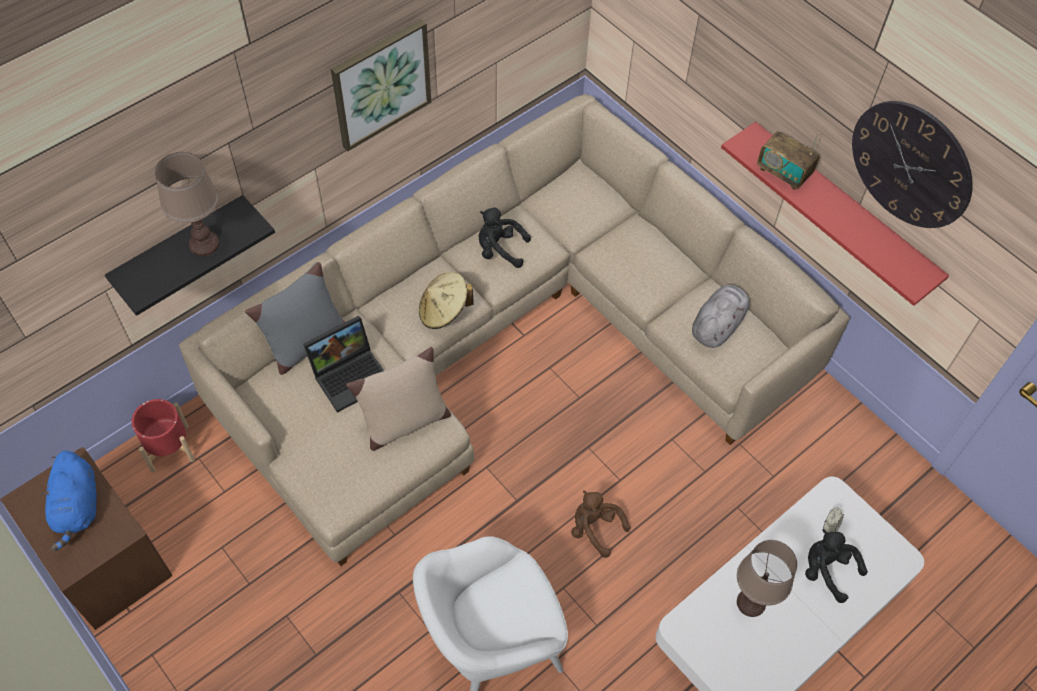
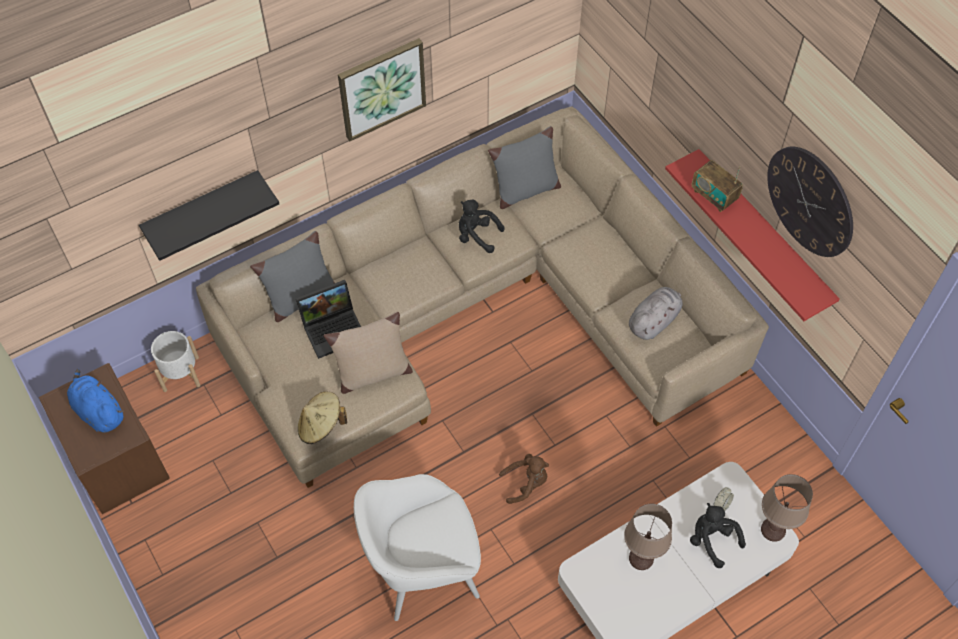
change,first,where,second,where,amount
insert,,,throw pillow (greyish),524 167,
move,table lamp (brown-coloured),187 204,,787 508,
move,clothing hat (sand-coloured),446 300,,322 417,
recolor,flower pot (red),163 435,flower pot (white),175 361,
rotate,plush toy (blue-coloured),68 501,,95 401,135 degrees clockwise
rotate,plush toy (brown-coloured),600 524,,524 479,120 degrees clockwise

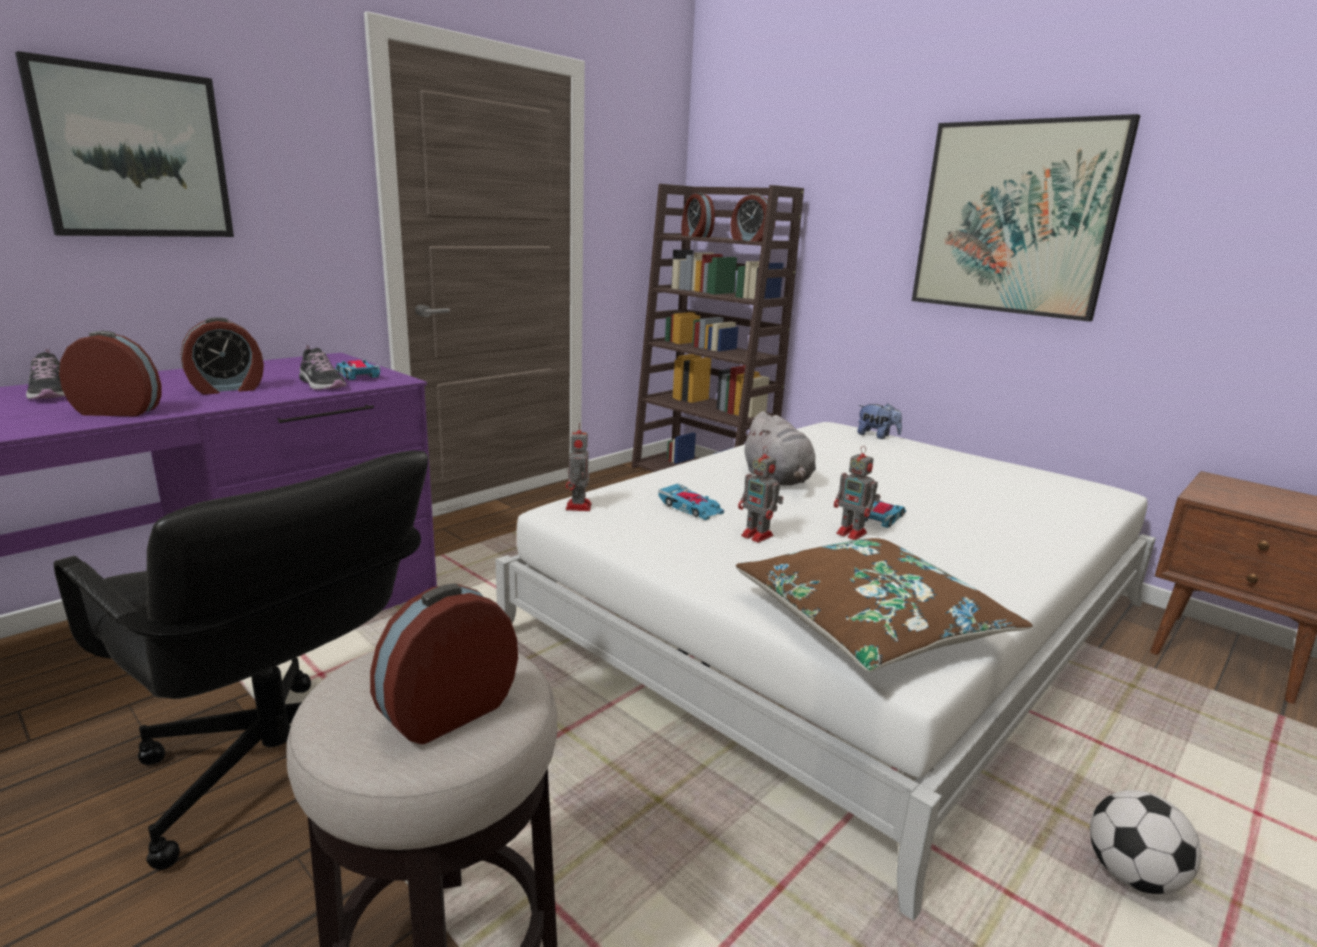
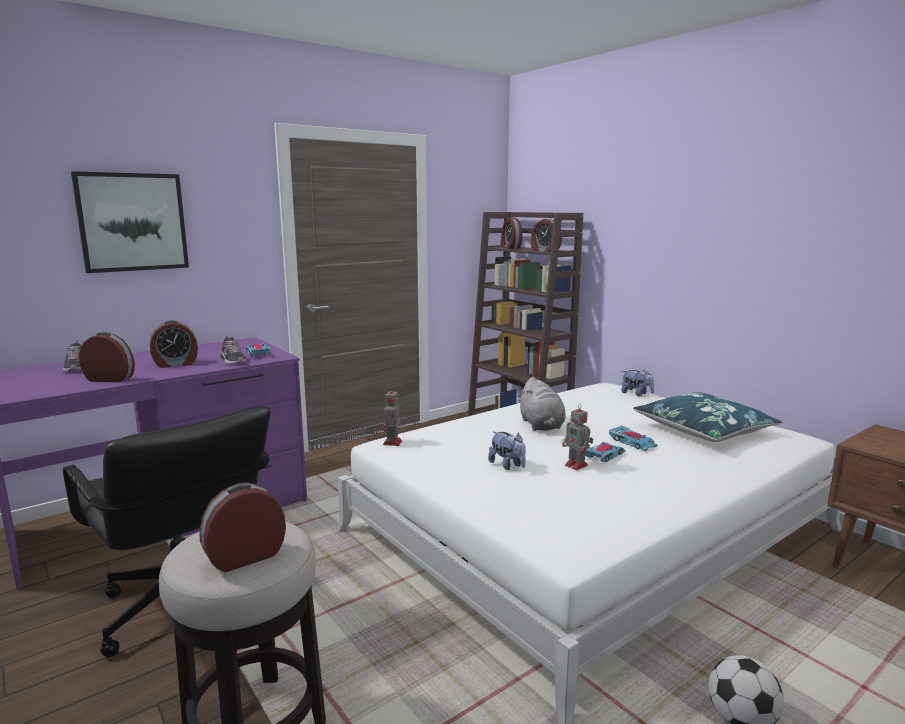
change,first,where,second,where,amount
delete,throw pillow (brown-coloured),884 605,,,
delete,wall art,1026 218,,,
insert,,,throw pillow (blue-coloured),707 417,
move,toy car,691 501,,633 438,
replace,toy robot,760 494,plush toy,507 450,

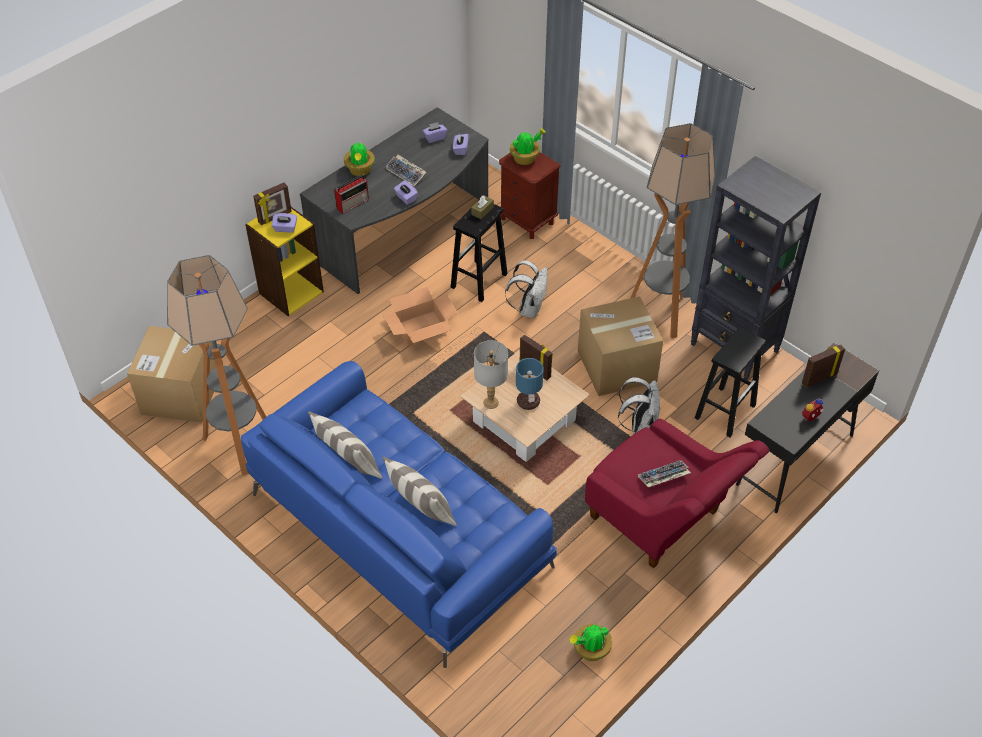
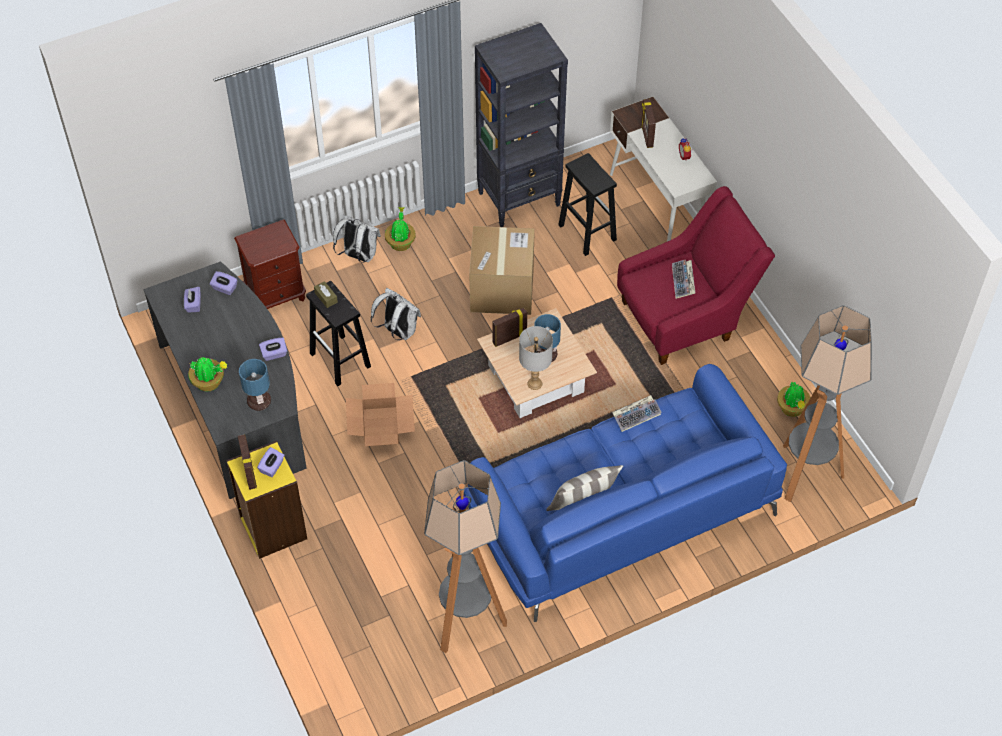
change,first,where,second,where,amount
delete,cardboard box,171 374,,,
delete,throw pillow,419 491,,,
move,keyboard,405 171,,637 413,
move,plant in a pot,528 146,,400 229,
move,knapsack (white),639 406,,357 239,
move,floor lamp,673 230,,827 403,
replace,radio receiver,351 194,table lamp,255 385,
recolor,desk (black-coloured),807 427,desk (white),663 169,

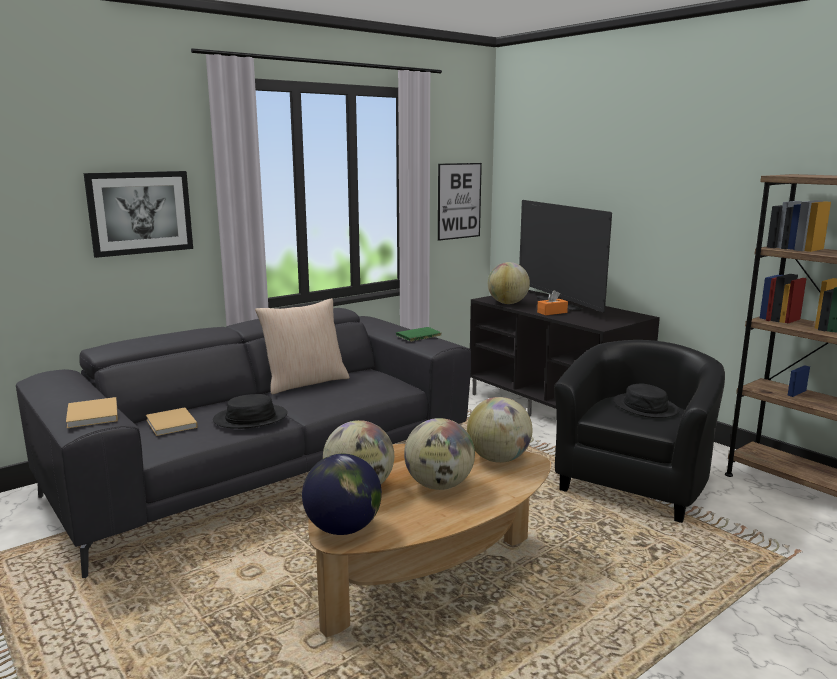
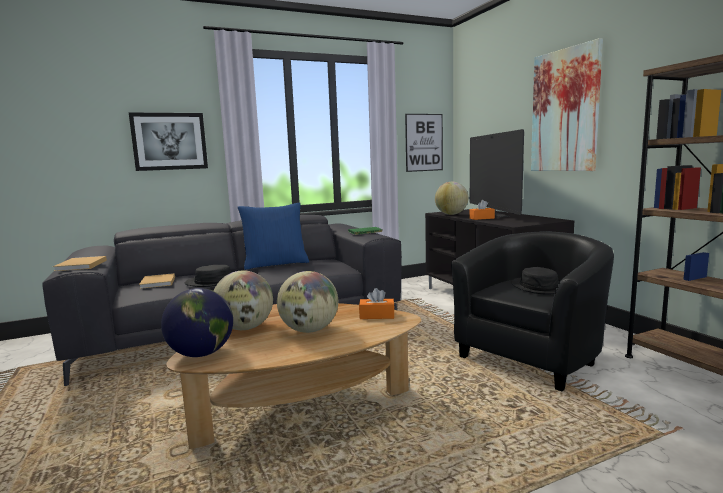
change,first,where,second,where,amount
insert,,,wall art,567 104,
replace,desk globe,499 430,tissue box (orange-coloured),377 303,
recolor,throw pillow (sand-coloured),302 346,throw pillow (blue-coloured),273 236,

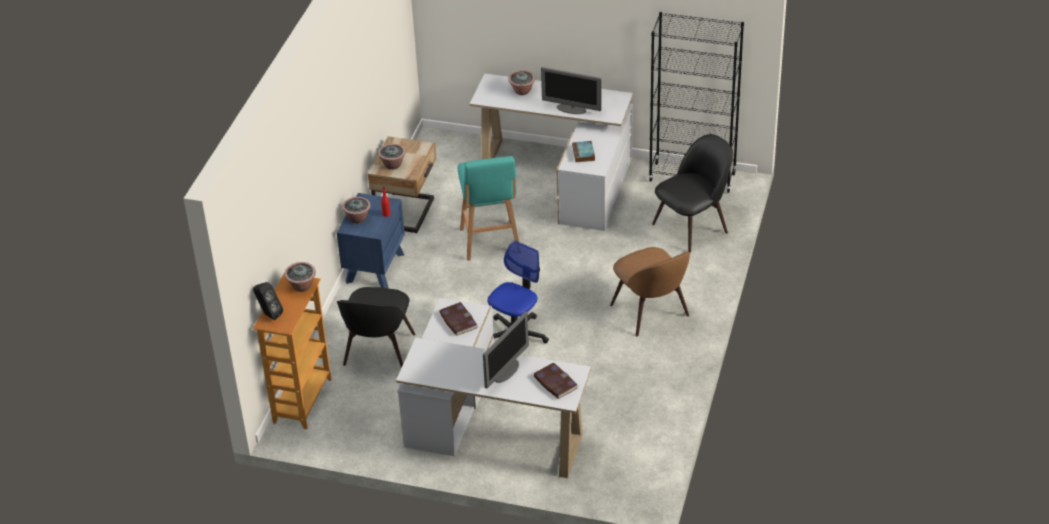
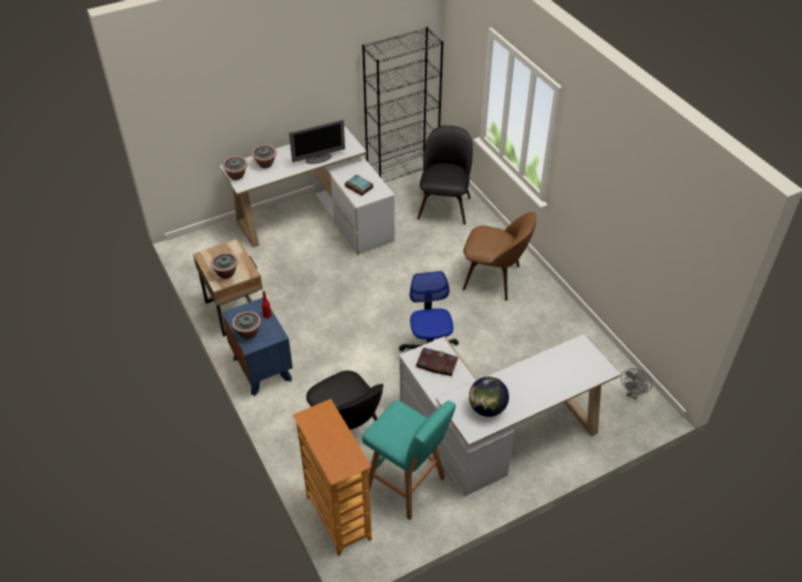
change,first,where,second,where,amount
delete,audio speaker (black-coloured),268 301,,,
delete,computer display,506 350,,,
delete,bound book,556 381,,,
insert,,,desk globe,489 397,
insert,,,fan (greyish),636 384,
move,plant in a pot,300 277,,235 168,
move,stool seat (blue-green),488 208,,409 460,

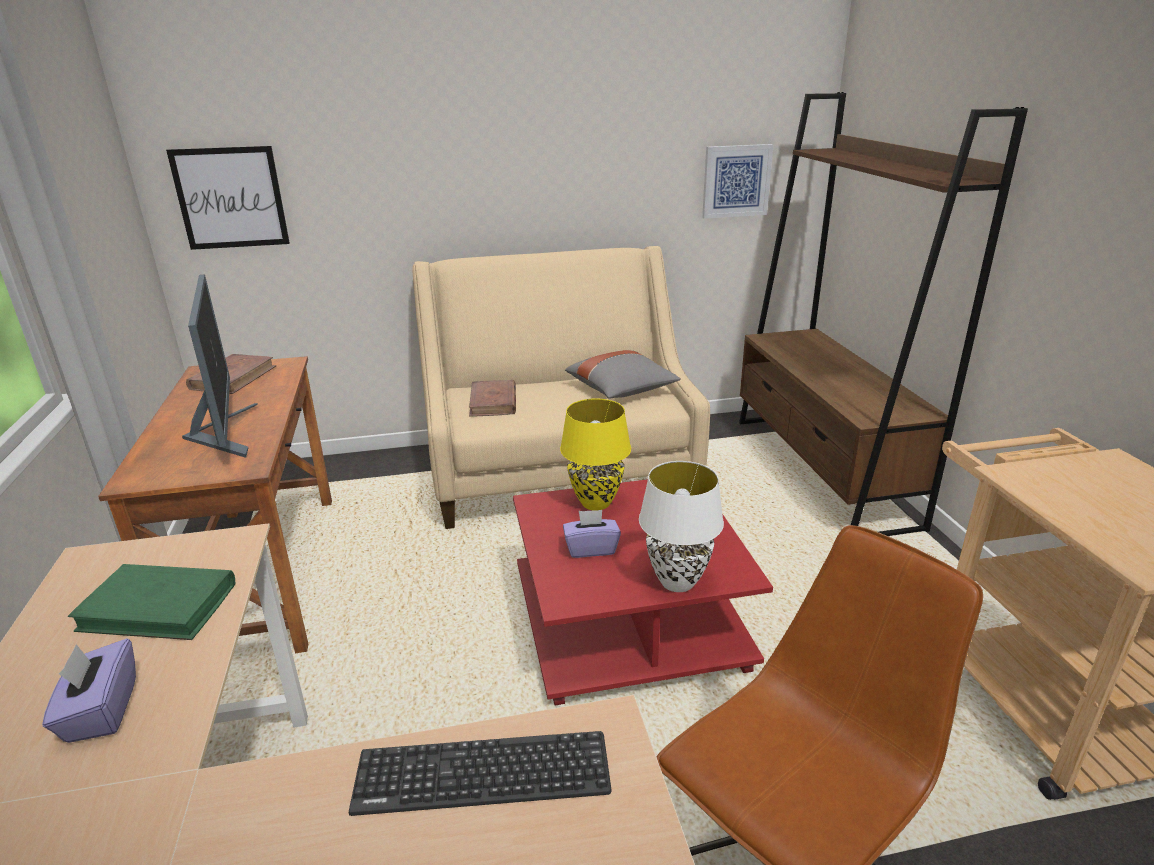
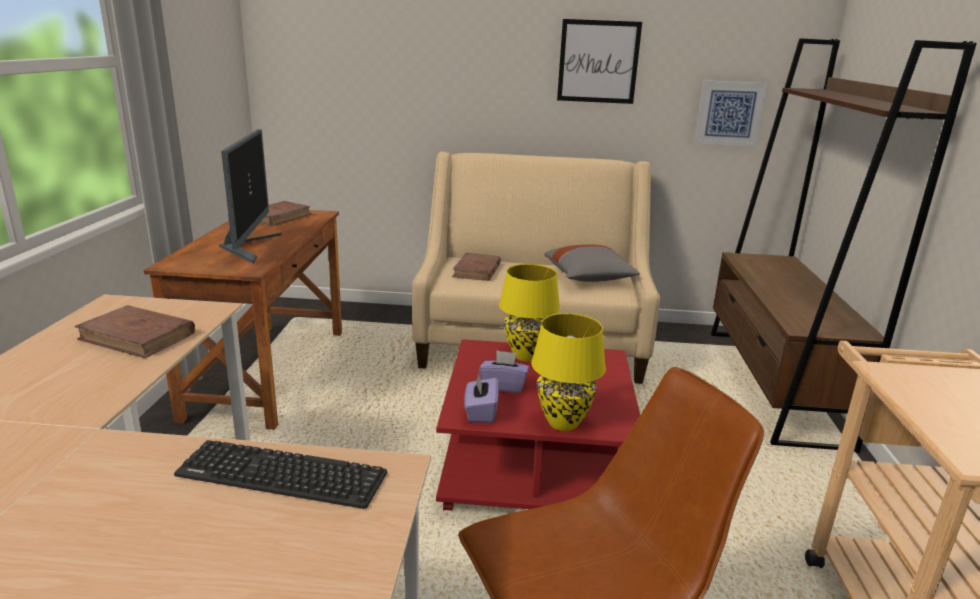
change,first,where,second,where,amount
move,tissue box (purple),89 690,,481 397,
move,wall art,228 198,,599 61,
recolor,bound book (green),151 602,bound book (brown-coloured),134 331,
recolor,table lamp (white),681 526,table lamp (yellowish),568 372,

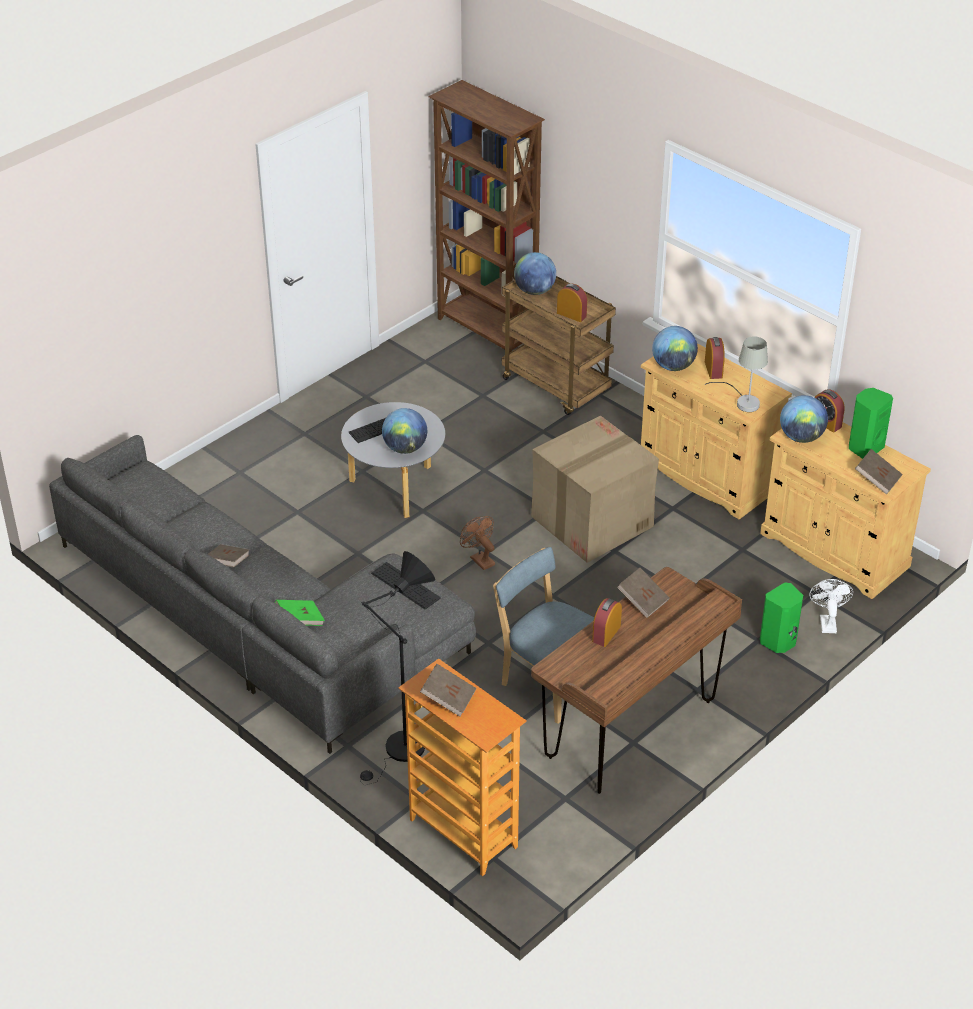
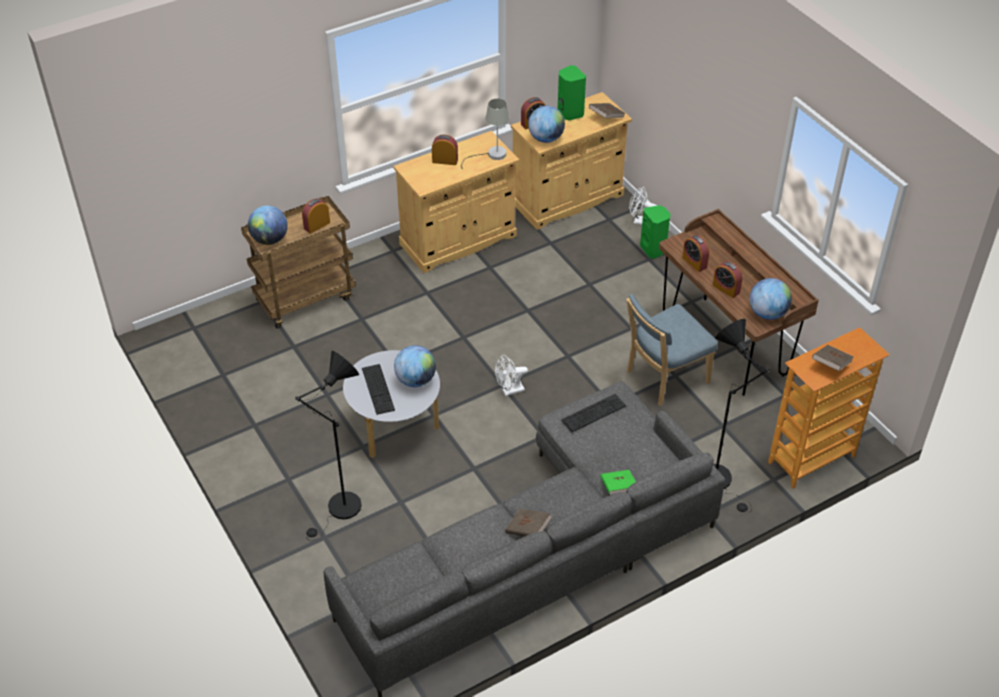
change,first,where,second,where,amount
delete,bookcase (brown-coloured),486 216,,,
delete,cardboard box,595 489,,,
insert,,,floor lamp (black-coloured),329 446,
move,desk globe,675 348,,770 299,
replace,bound book (brown-coloured),643 593,bedside clock,695 253,
recolor,fan (brown-coloured),477 543,fan (white),511 375,

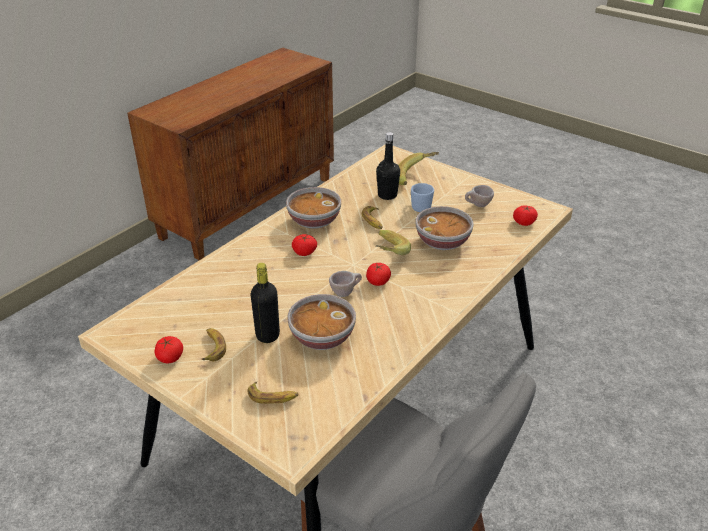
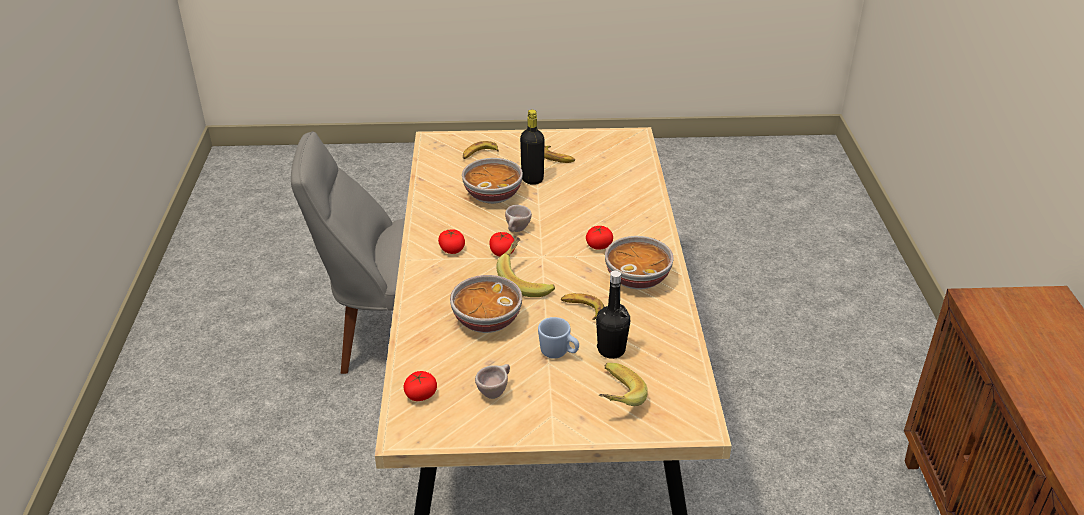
change,first,where,second,where,amount
move,whole tomato,169 349,,451 241,

